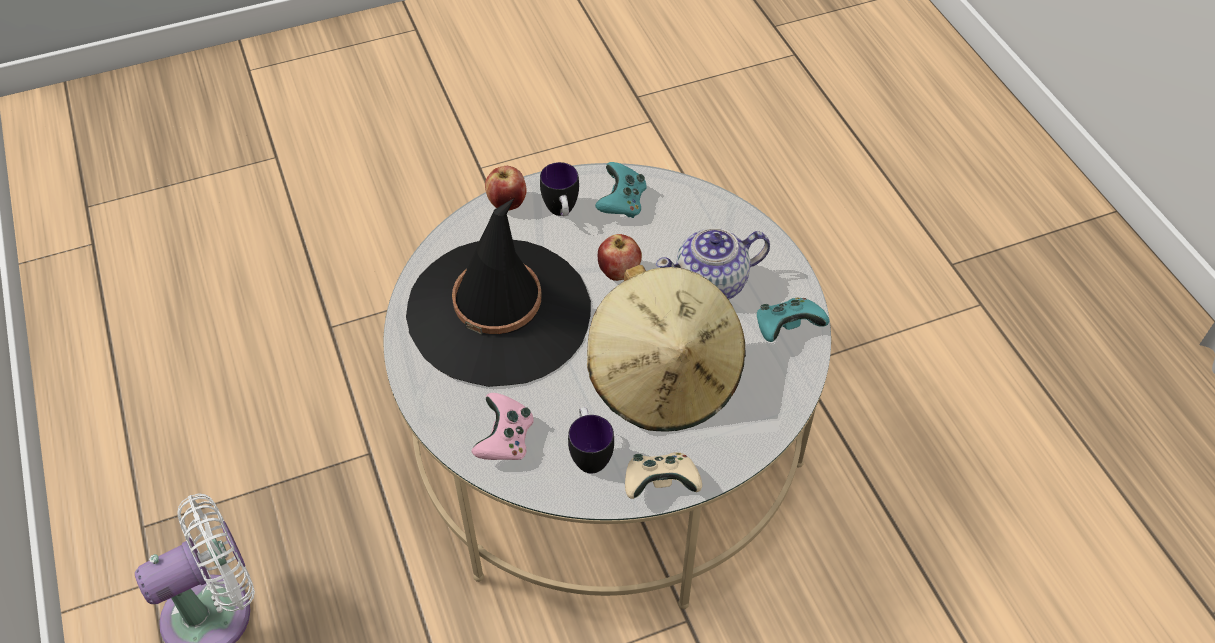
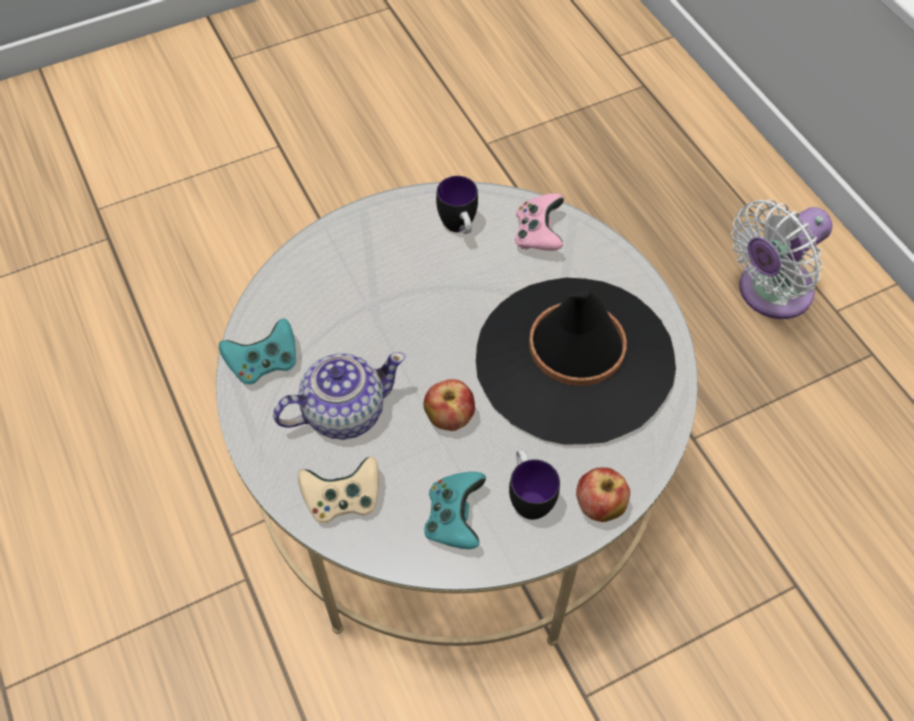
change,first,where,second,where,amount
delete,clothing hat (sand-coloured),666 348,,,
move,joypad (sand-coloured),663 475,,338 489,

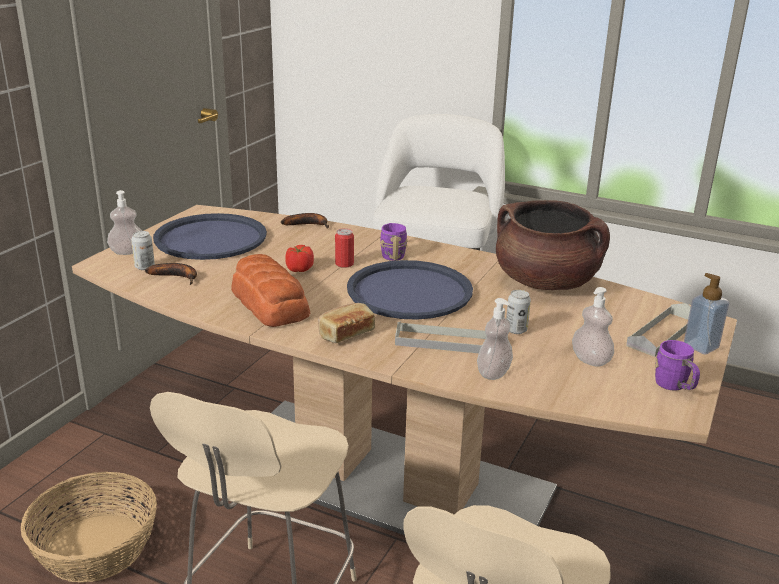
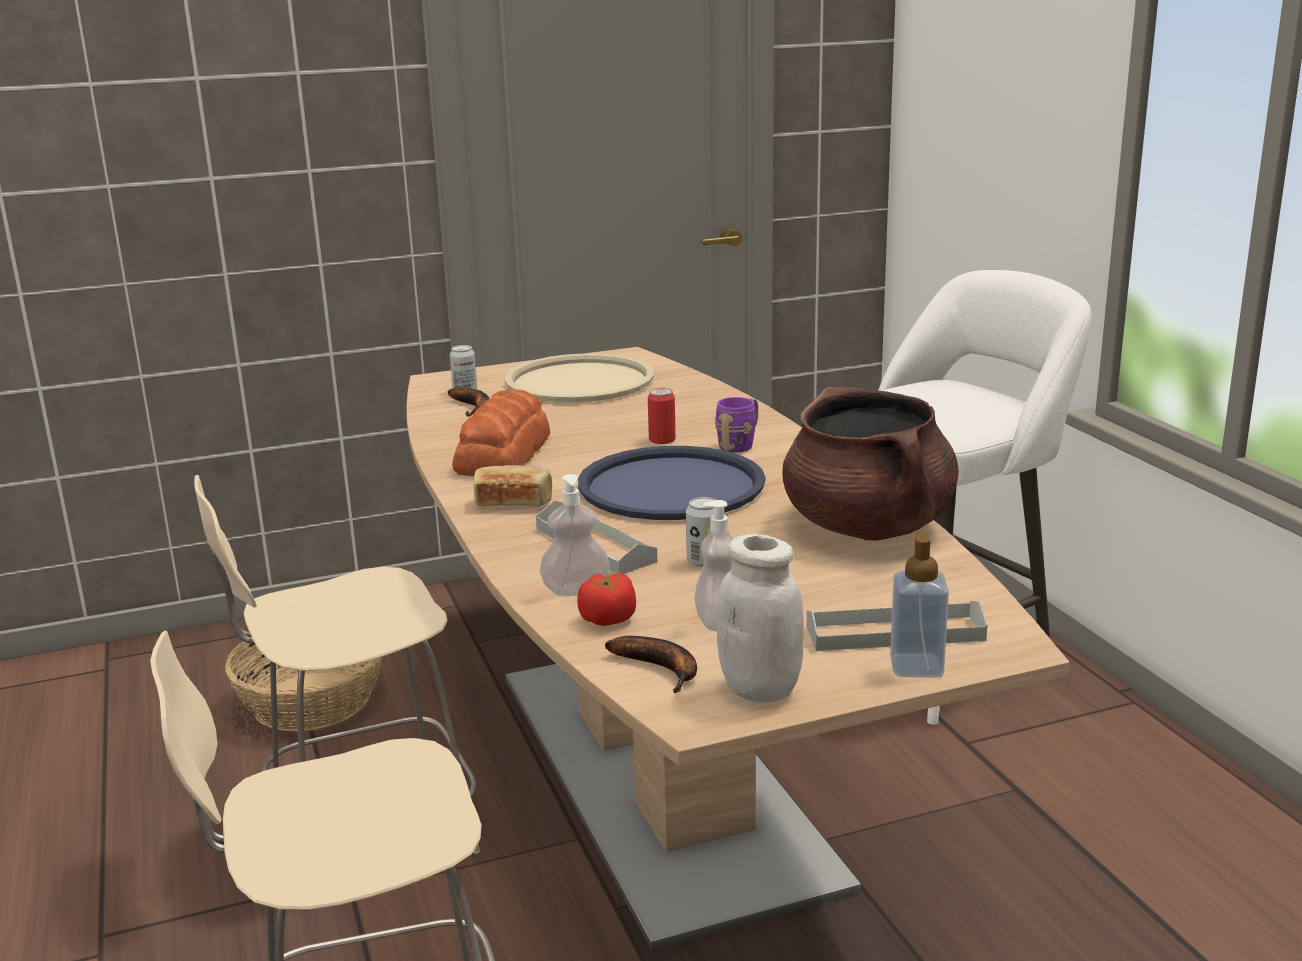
change,first,where,second,where,amount
delete,liquid soap bottle,124 222,,,
move,banana,305 220,,651 664,
move,whole tomato,299 258,,606 599,
replace,mug (purple),677 365,storage jar (white),760 618,
recolor,serving tray (blue-coloured),210 236,serving tray (sand-coloured),579 378,

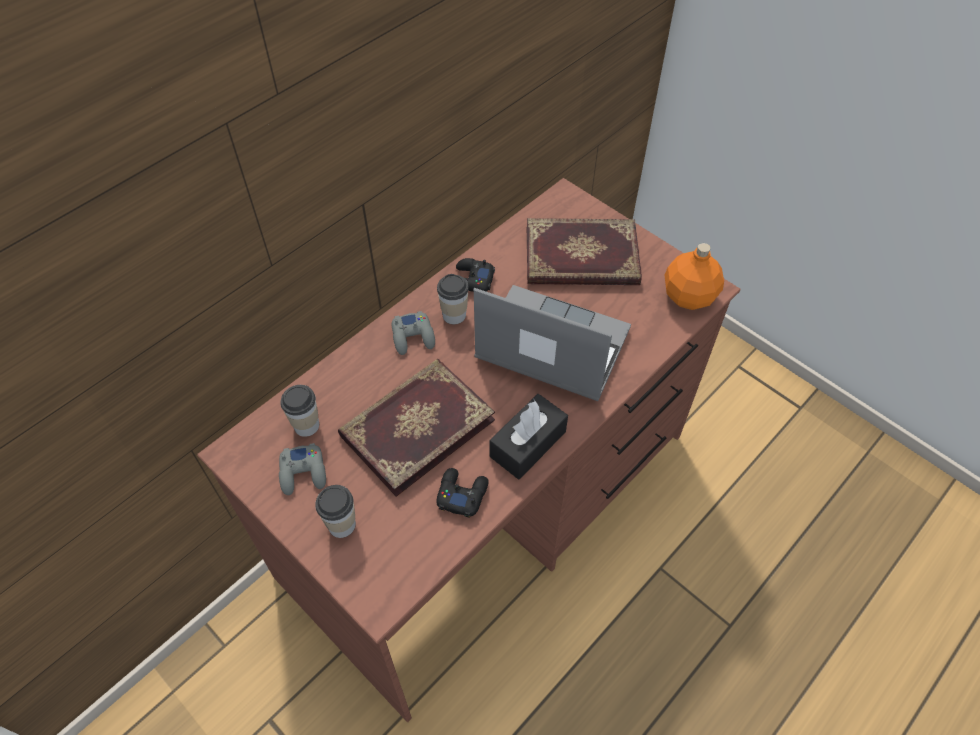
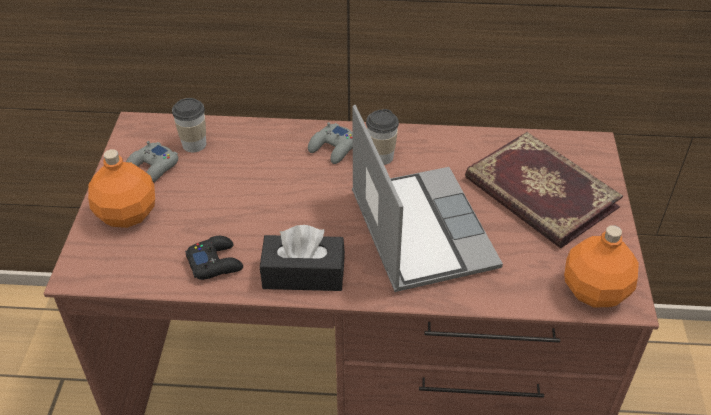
change,first,where,second,where,amount
delete,bound book,416 428,,,
delete,joypad (black-coloured),475 275,,,
replace,cup,335 511,bottle (orange-coloured),121 188,

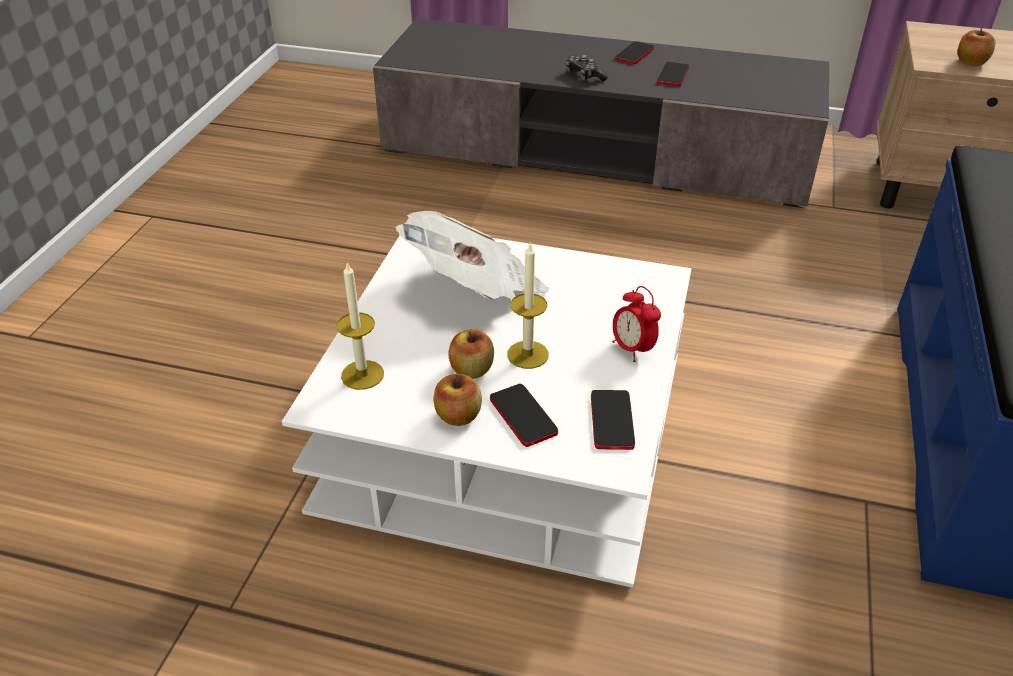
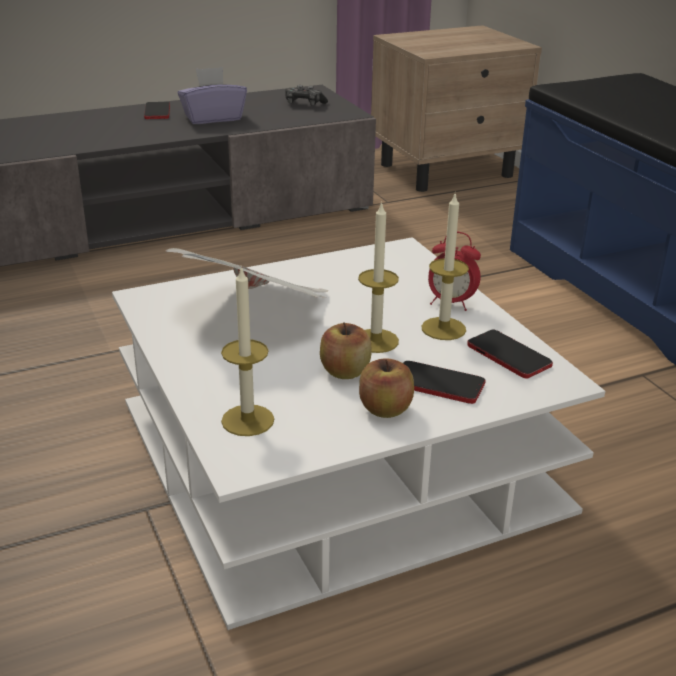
change,first,where,second,where,amount
delete,whole apple,976 47,,,
insert,,,wax light,445 267,
move,joypad,586 68,,306 95,
replace,phone,673 74,tissue box (purple),212 95,

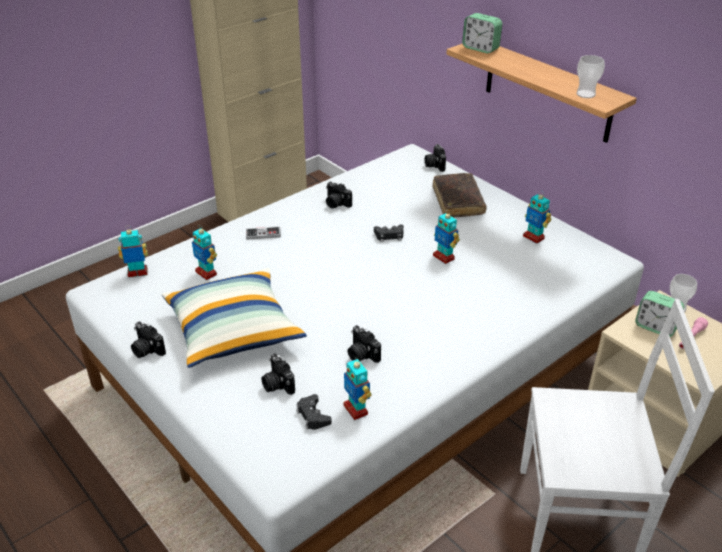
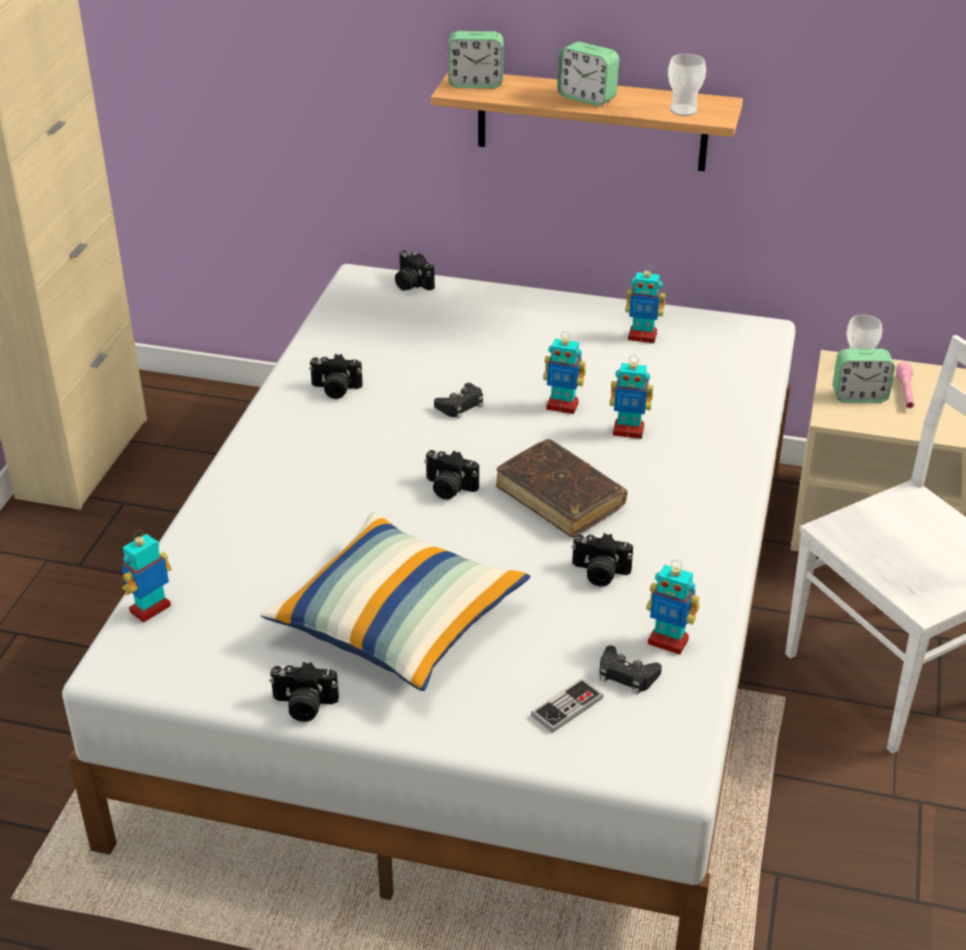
change,first,where,second,where,amount
insert,,,bedside clock,588 73,
move,toy robot,204 252,,631 397,
move,joypad,263 233,,567 705,
move,photo camera,278 374,,451 475,
move,bound book (brown-coloured),460 195,,561 488,

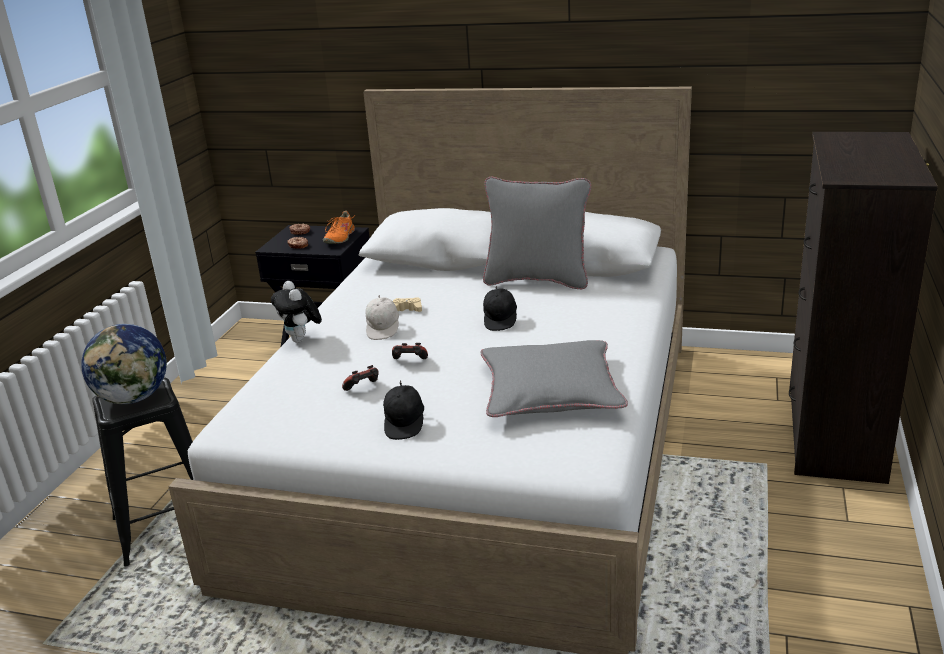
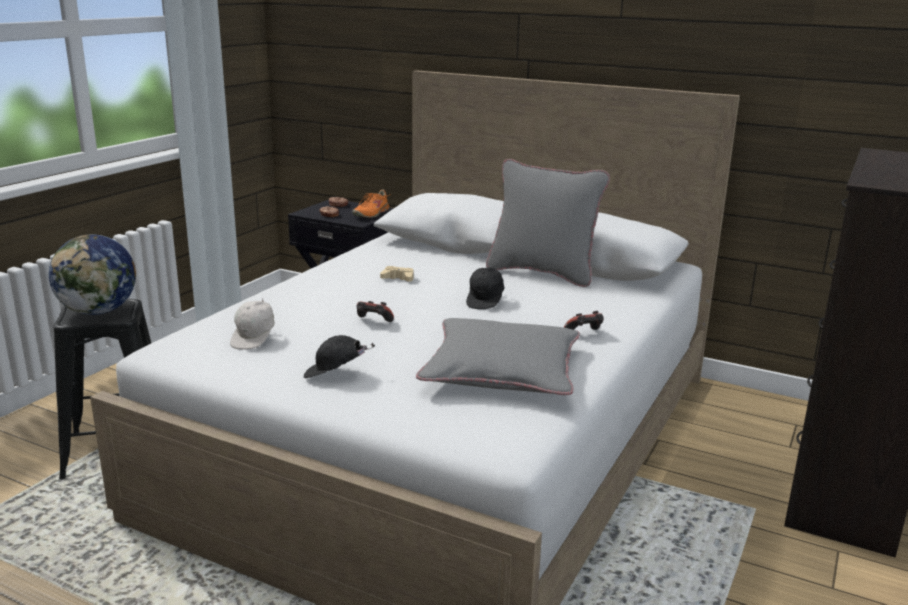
change,first,where,second,where,amount
delete,plush toy,296 312,,,
move,joypad,360 378,,584 320,
move,peaked cap (white),382 317,,252 324,
rotate,peaked cap (black-coloured),403 410,,339 356,75 degrees clockwise

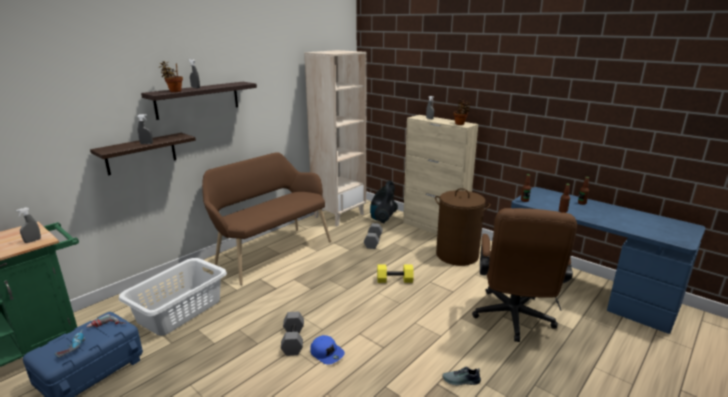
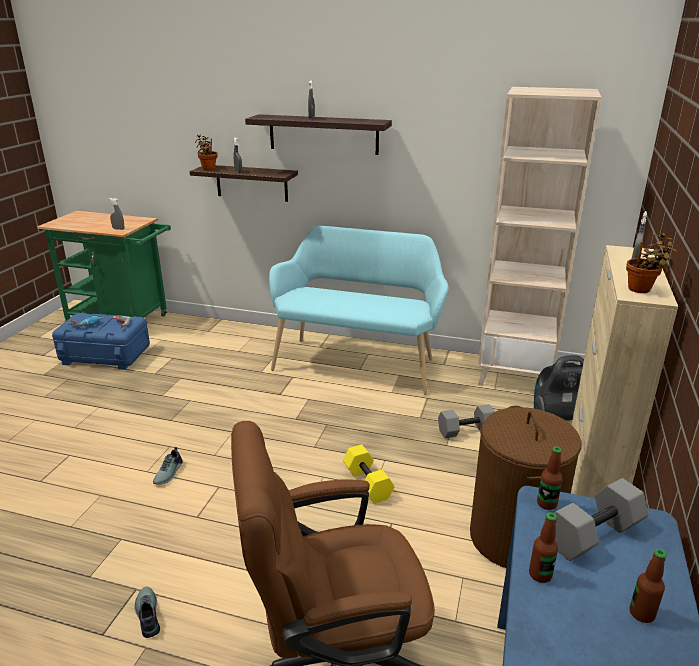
change,first,where,second,where,amount
delete,laundry basket (white),173 297,,,
move,plant in a pot,171 76,,206 152,
move,free weight (greyish),292 333,,601 519,
replace,peaked cap (blue-coloured),327 350,item of footwear,168 466,
recolor,bench (brown-coloured),266 218,bench (blue-green),359 310,

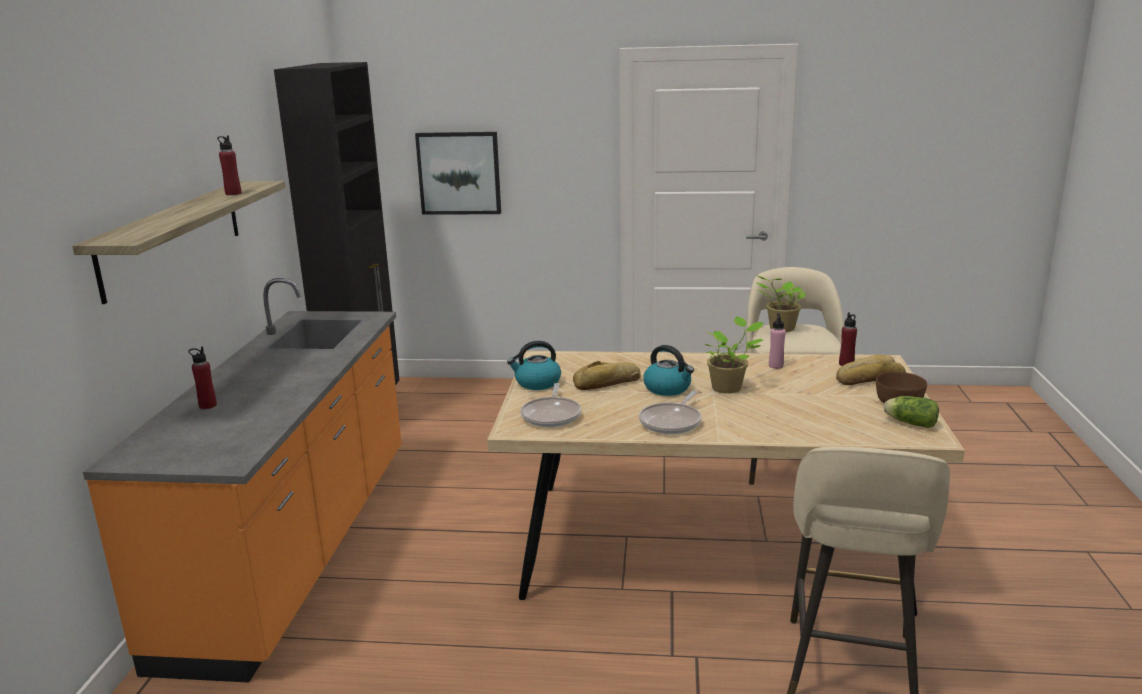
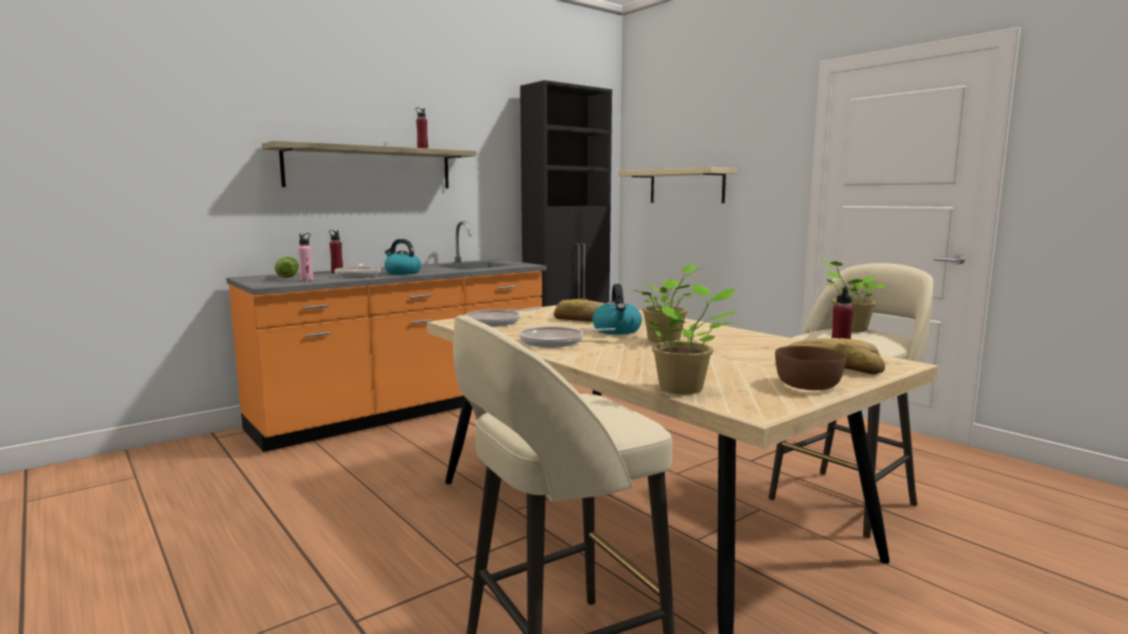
change,first,where,second,where,amount
insert,,,pan,357 271,
insert,,,plant in a pot,692 339,
move,tea kettle,534 365,,402 257,
move,bottle (pink-coloured),777 341,,305 257,
move,head of lettuce,911 412,,287 267,
replace,wall art,458 173,shelf (sand-coloured),678 185,

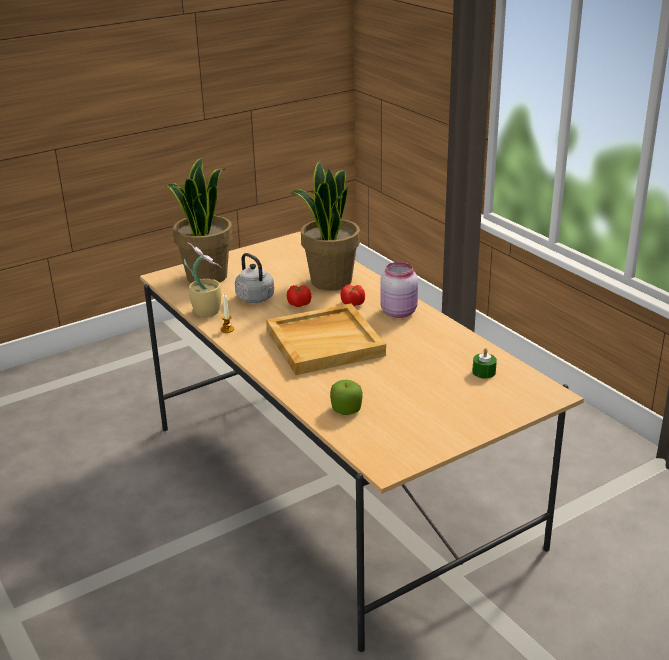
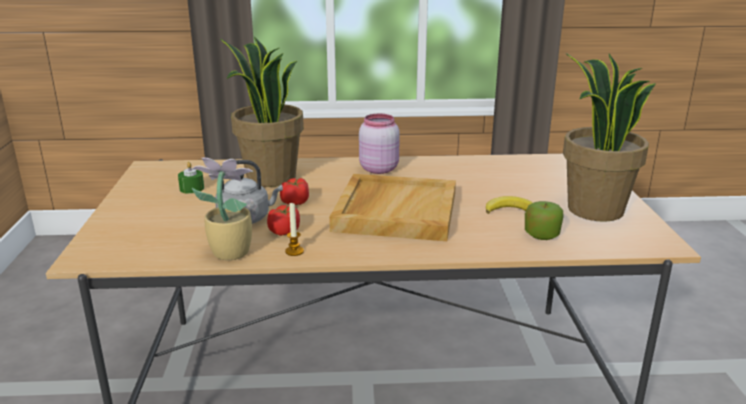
change,first,where,second,where,amount
insert,,,banana,509 205,
move,plant in a pot,198 220,,609 137,
move,whole tomato,353 295,,283 220,
move,wax light (green),484 363,,191 178,

